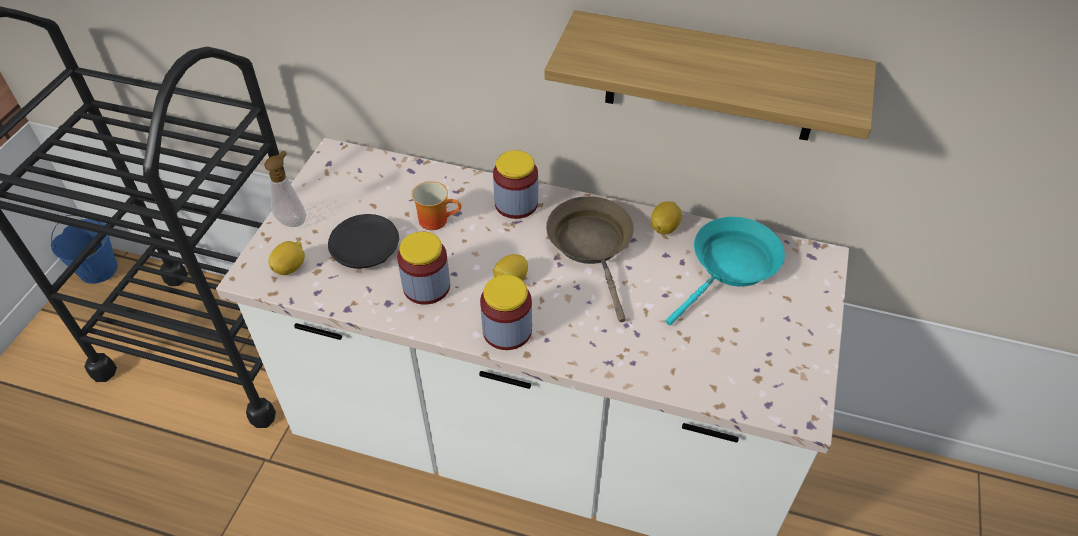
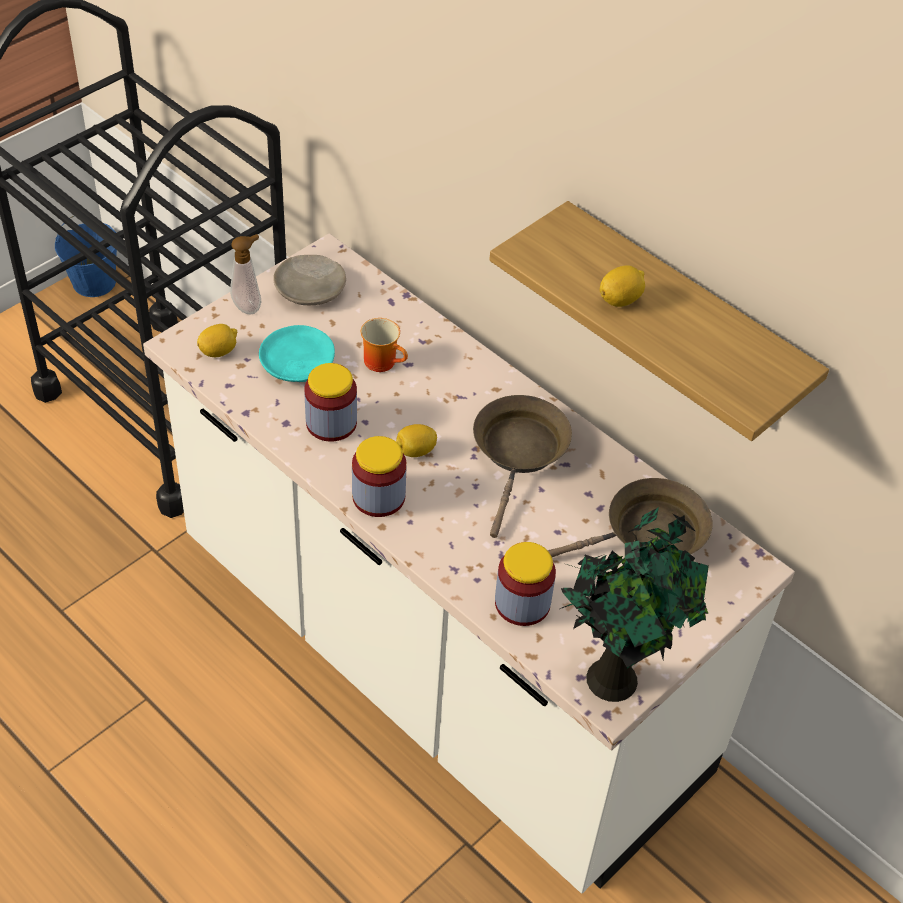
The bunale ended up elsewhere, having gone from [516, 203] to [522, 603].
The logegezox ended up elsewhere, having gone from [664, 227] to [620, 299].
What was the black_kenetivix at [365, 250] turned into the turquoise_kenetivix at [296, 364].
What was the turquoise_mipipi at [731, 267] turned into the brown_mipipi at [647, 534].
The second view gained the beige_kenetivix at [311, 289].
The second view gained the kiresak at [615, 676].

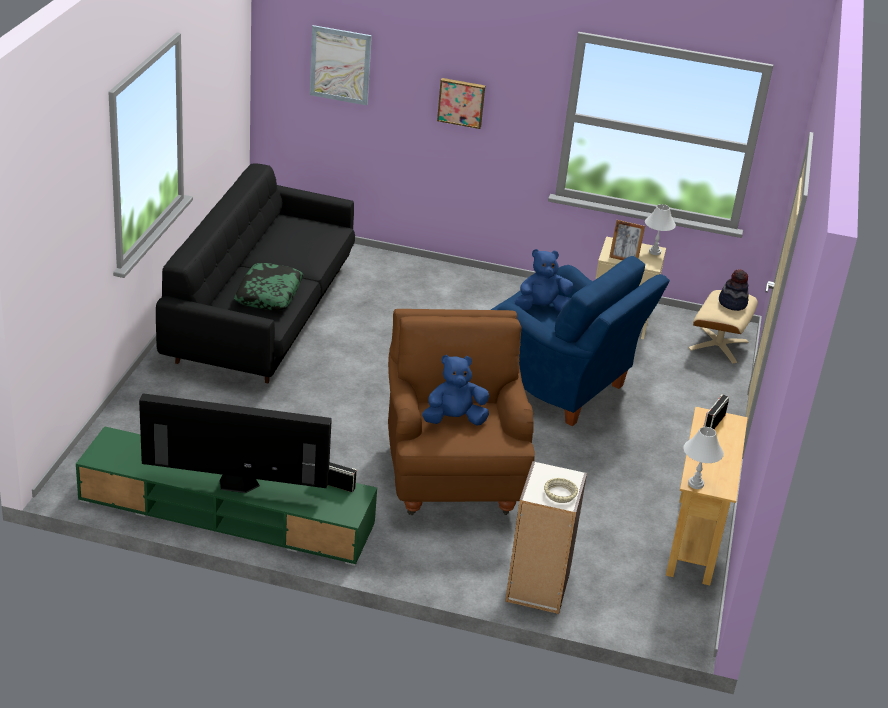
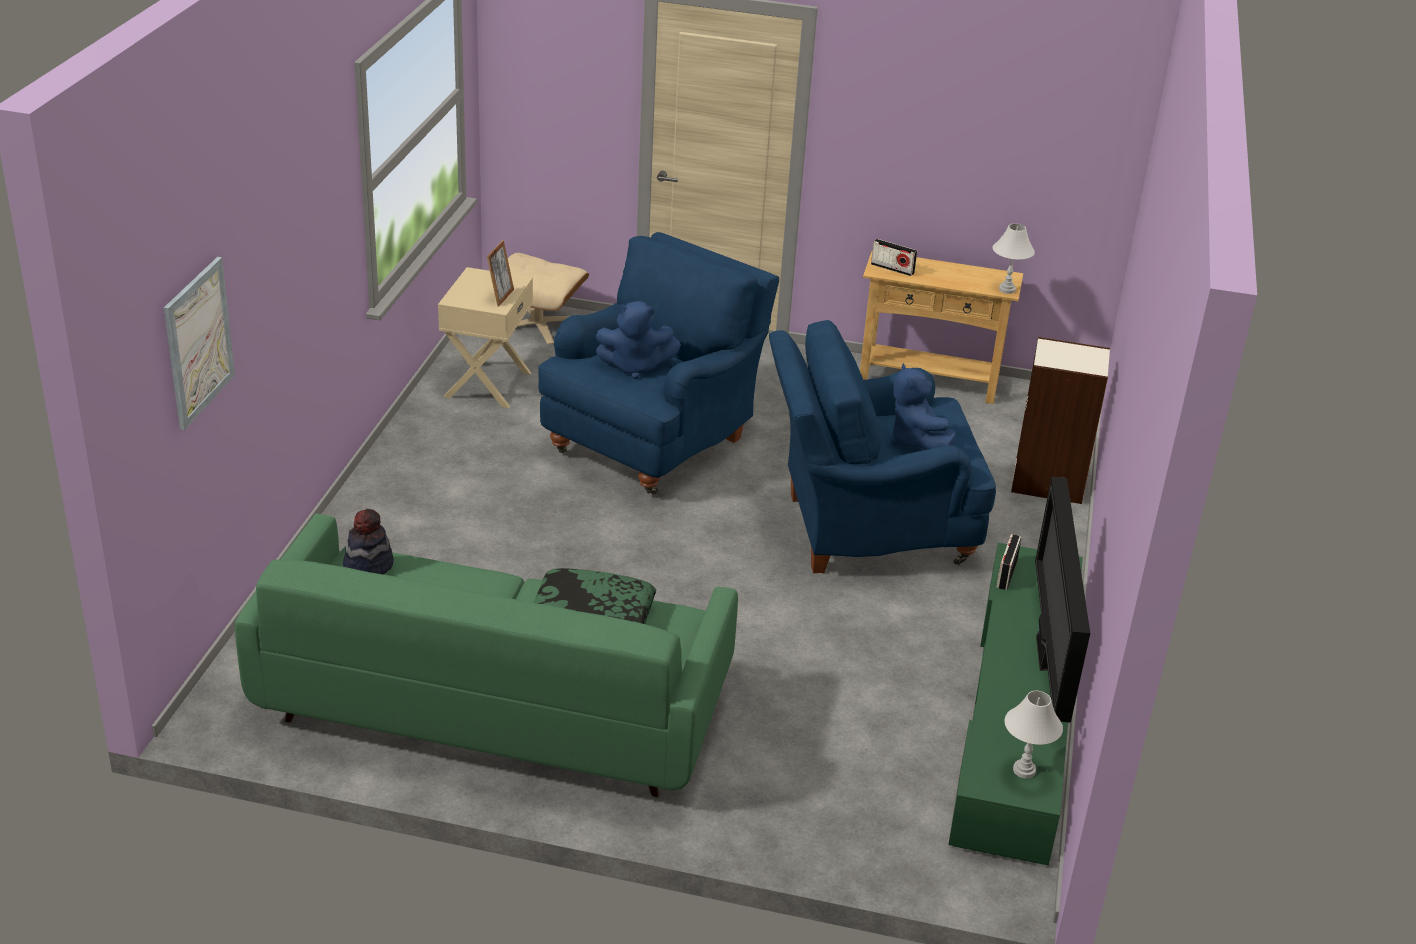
The second view lost the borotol at [461, 102].
What was the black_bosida at [263, 314] turned into the green_bosida at [494, 704].
The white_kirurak ended up elsewhere, having gone from [654, 252] to [1023, 770].
The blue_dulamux at [541, 308] ended up facing another way, 75 degrees counterclockwise from before.
The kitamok ended up elsewhere, having gone from [732, 303] to [368, 565].
What was the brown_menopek at [451, 474] turned into the blue_menopek at [867, 531].
The second view lost the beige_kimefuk at [559, 494].

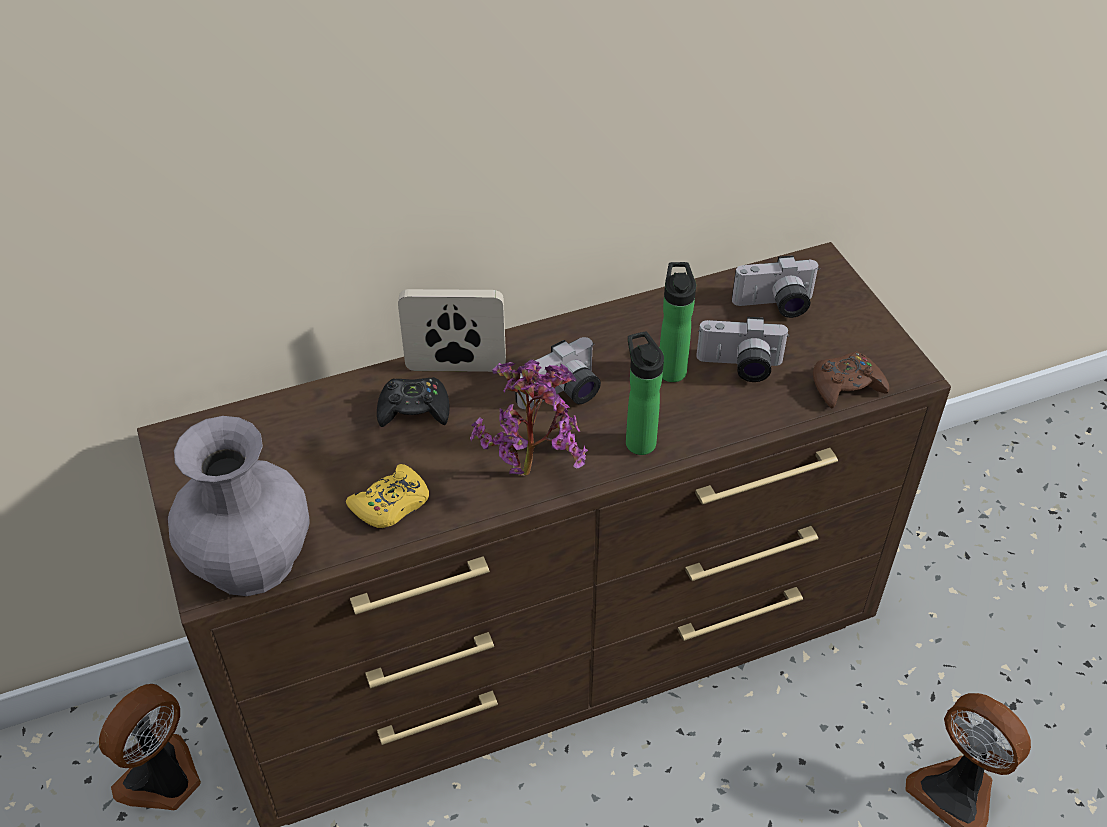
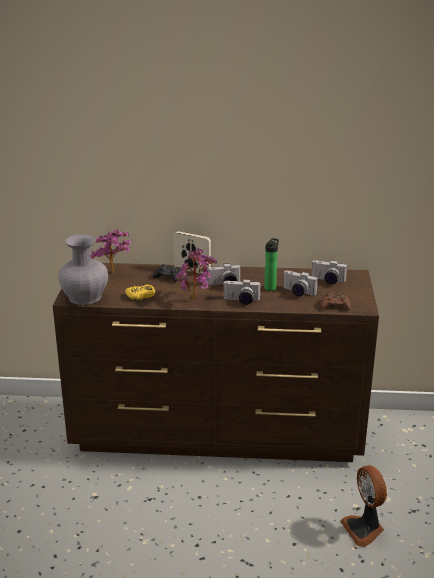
Where the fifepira stood at [638, 440], the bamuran came to stand at [241, 301].
The second view lost the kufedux at [163, 779].
The second view gained the kiresak at [114, 274].

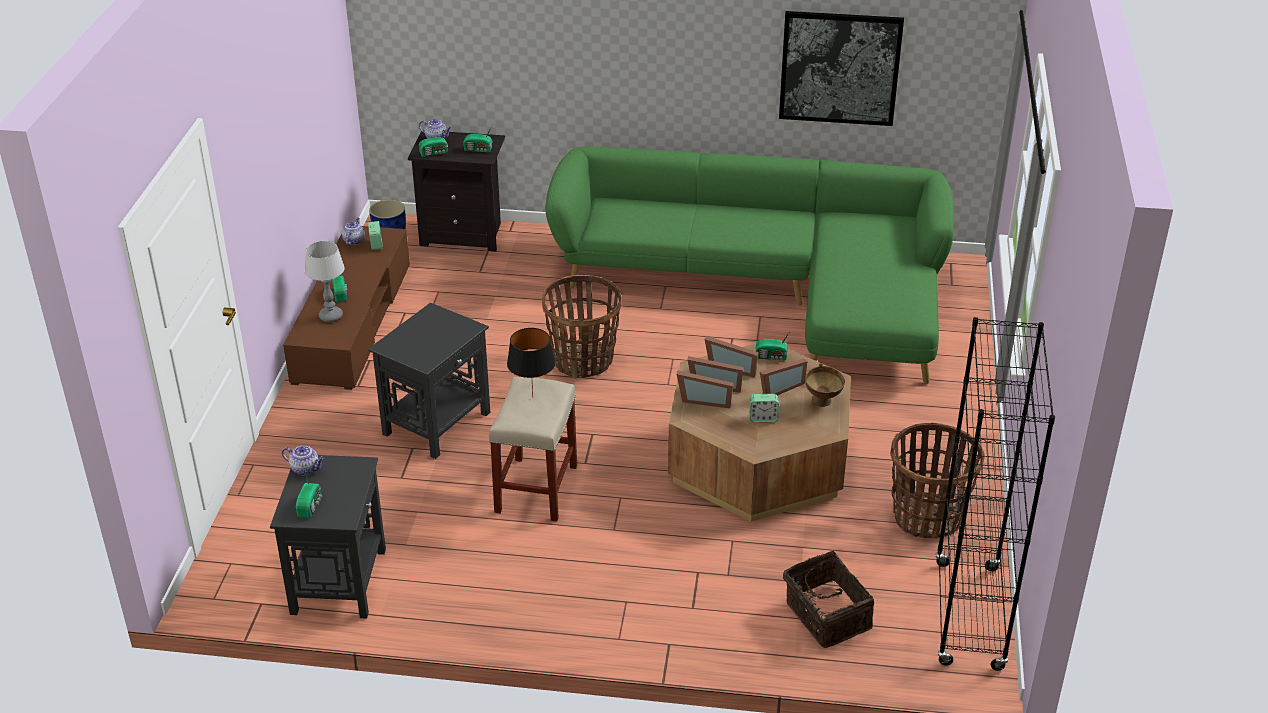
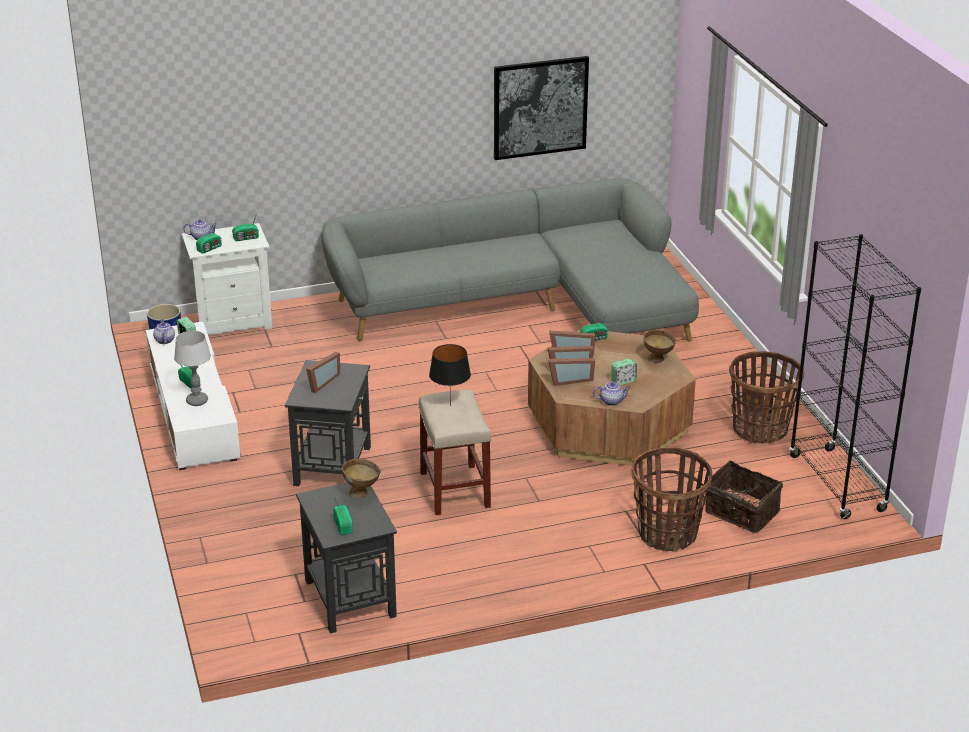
What was the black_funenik at [464, 234] turned into the white_funenik at [233, 321].
What was the green_bosida at [772, 289] turned into the grey_bosida at [523, 304].
What was the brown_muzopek at [352, 323] turned into the white_muzopek at [193, 411].
The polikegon ended up elsewhere, having gone from [583, 361] to [667, 534].
The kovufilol ended up elsewhere, having gone from [778, 388] to [320, 382].
The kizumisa ended up elsewhere, having gone from [306, 469] to [612, 401].
The second view gained the brown_kimefuk at [362, 493].

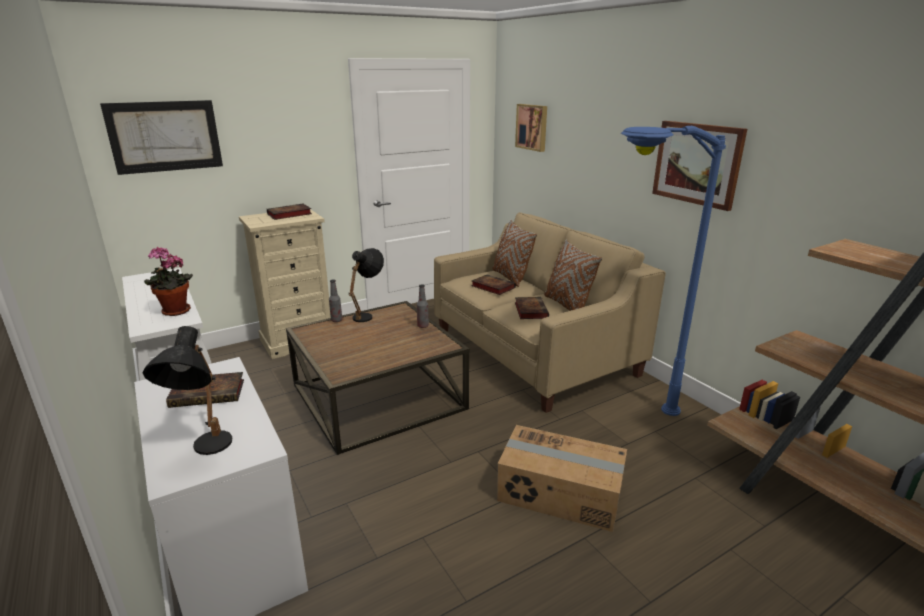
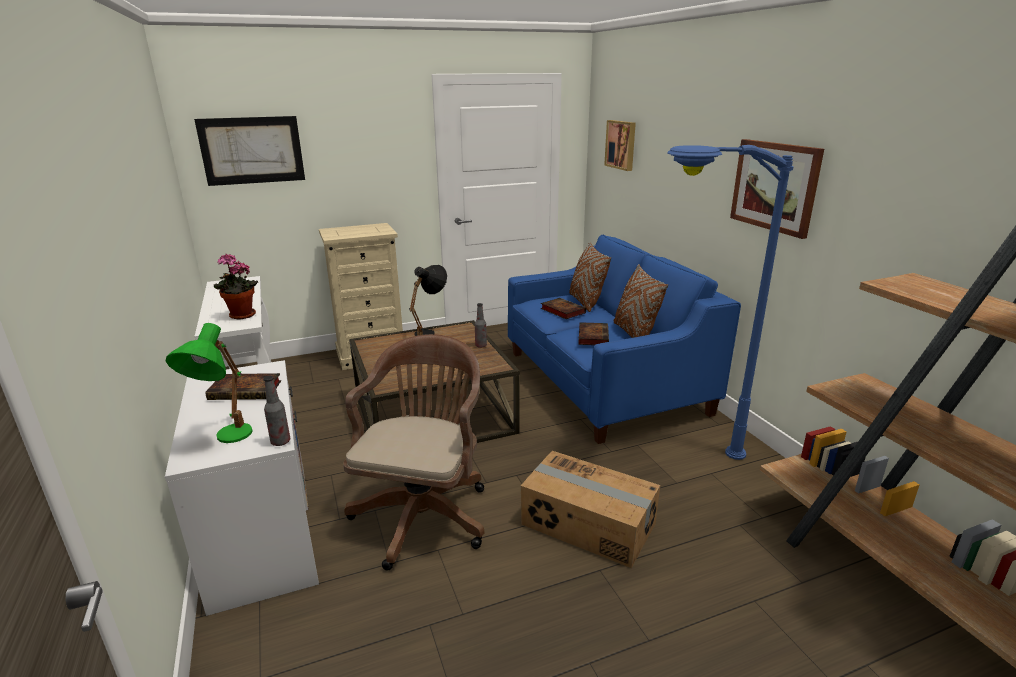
The second view lost the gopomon at [288, 214].
What was the beige_bosida at [533, 352] turned into the blue_bosida at [603, 382].
The fifepira ended up elsewhere, having gone from [336, 320] to [280, 442].
What was the black_kirurak at [206, 452] turned into the green_kirurak at [226, 440].
The second view gained the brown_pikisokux at [424, 512].

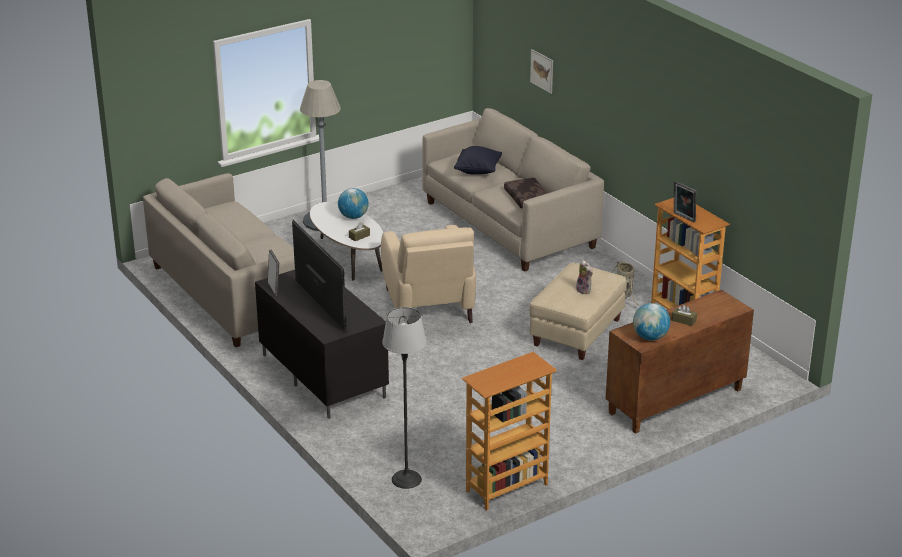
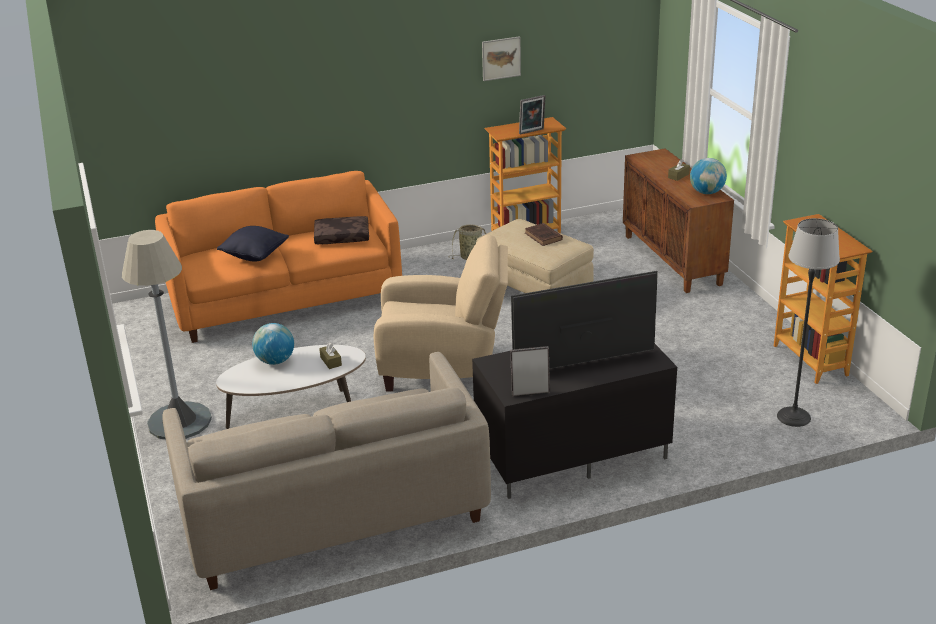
The borotol ended up elsewhere, having gone from [542, 71] to [501, 58].
What was the beige_bosida at [509, 225] turned into the orange_bosida at [285, 298].
Where the dulamux stood at [584, 290], the brown_gopomon came to stand at [544, 237].

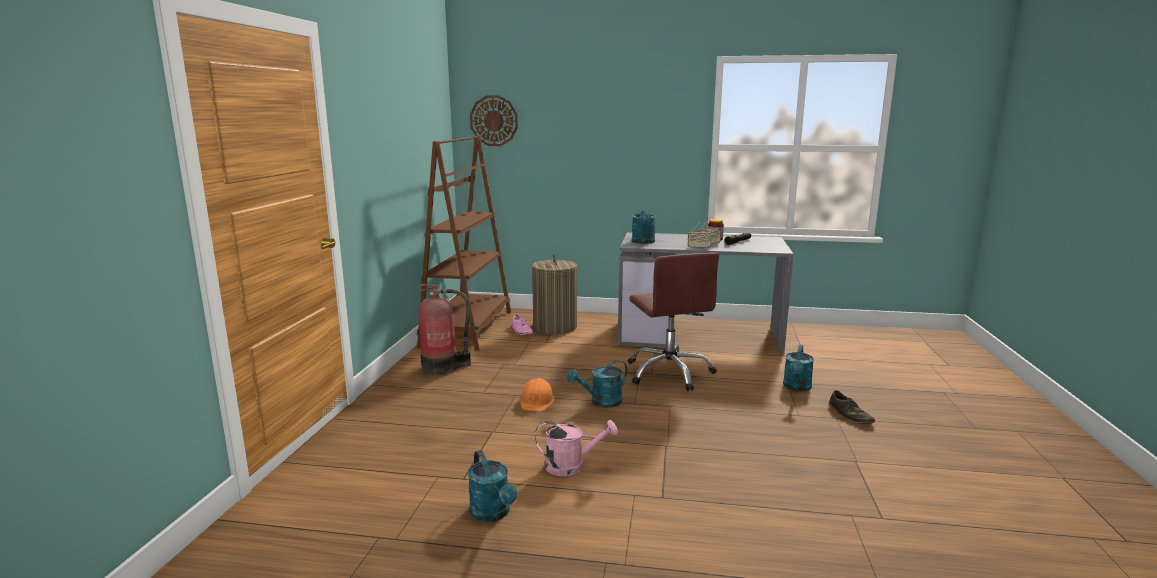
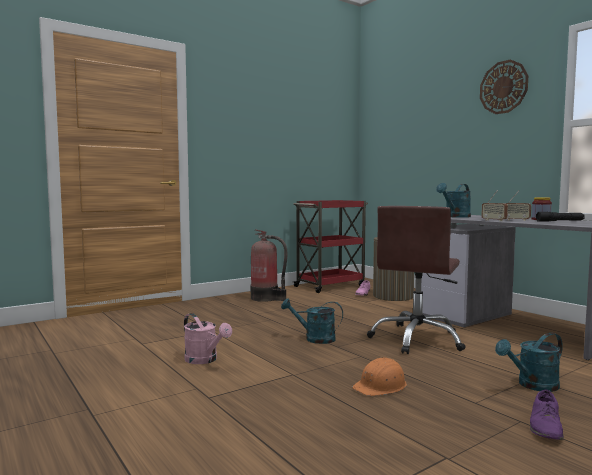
The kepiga ended up elsewhere, having gone from [494, 121] to [503, 87].
Where the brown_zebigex stood at [468, 329], the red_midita came to stand at [330, 286].
The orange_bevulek ended up elsewhere, having gone from [537, 401] to [381, 386].
What was the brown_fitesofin at [850, 415] turned into the purple_fitesofin at [546, 426].
The second view lost the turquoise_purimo at [493, 514].

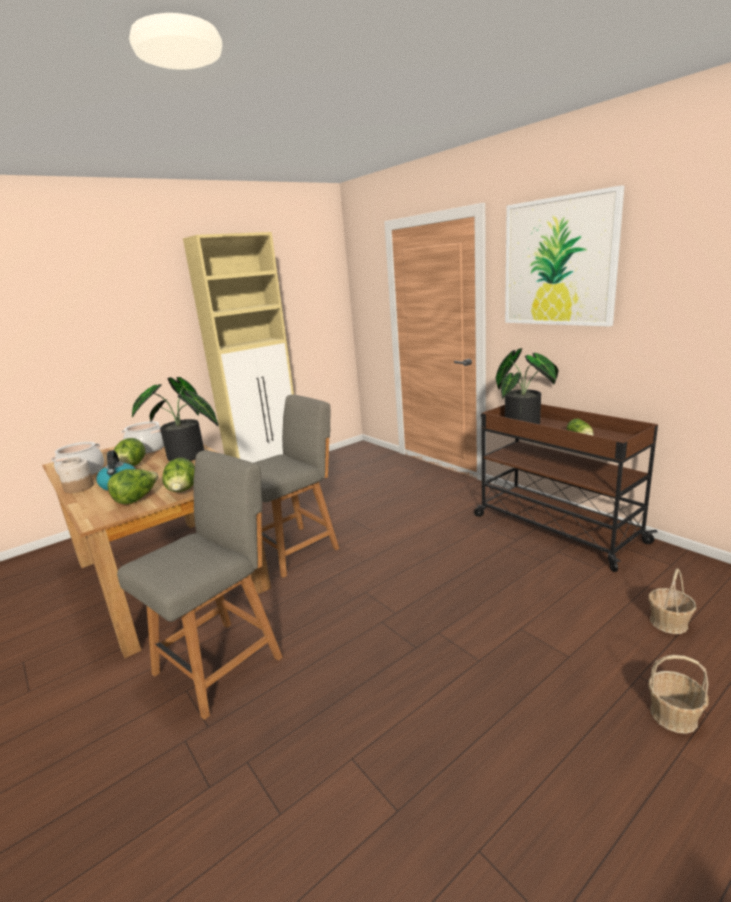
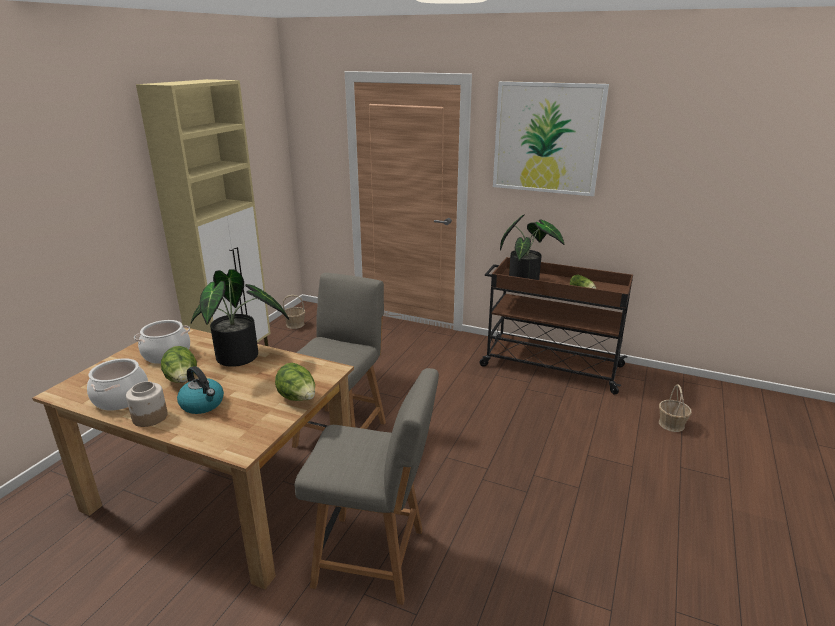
The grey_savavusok at [222, 662] ended up facing another way, 90 degrees clockwise from before.
The second view lost the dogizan at [137, 499].
The polikegon ended up elsewhere, having gone from [674, 716] to [295, 324].

